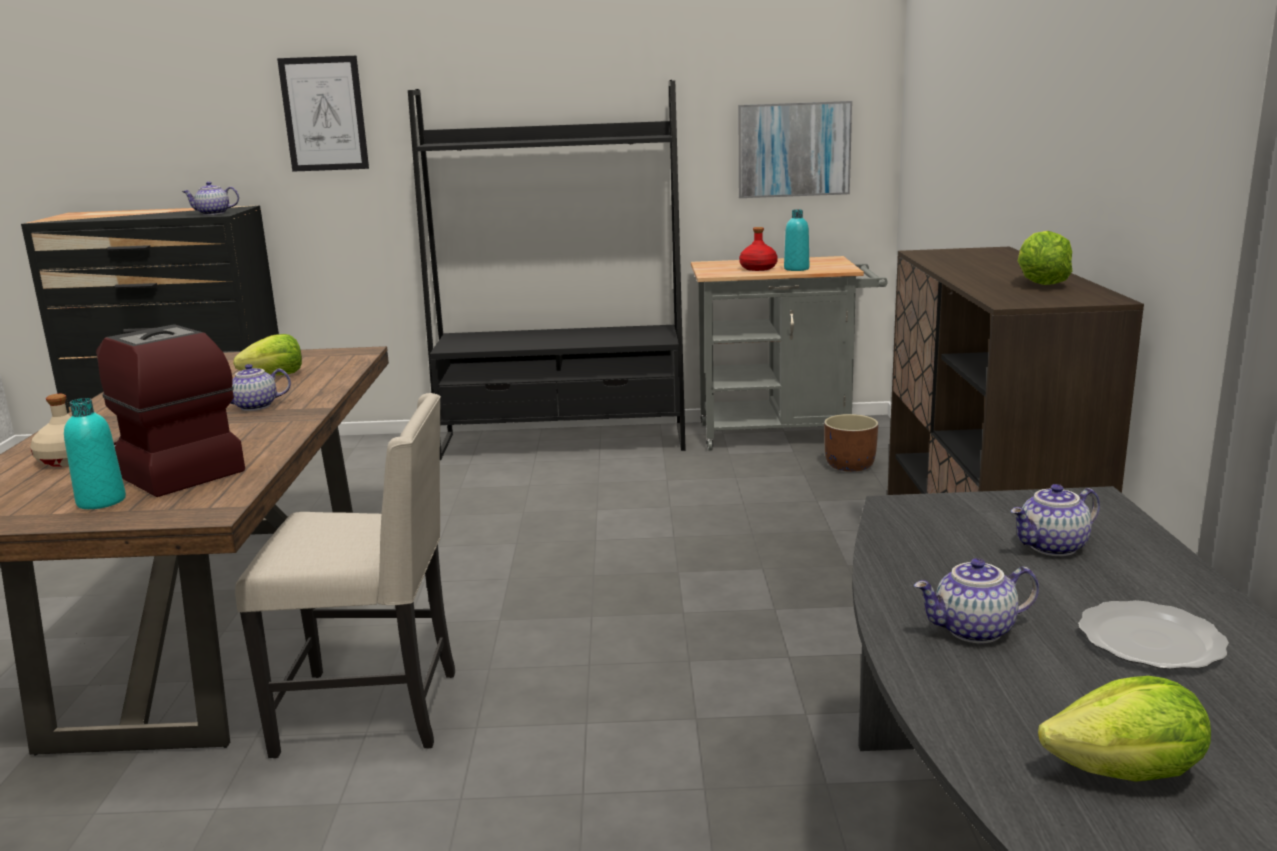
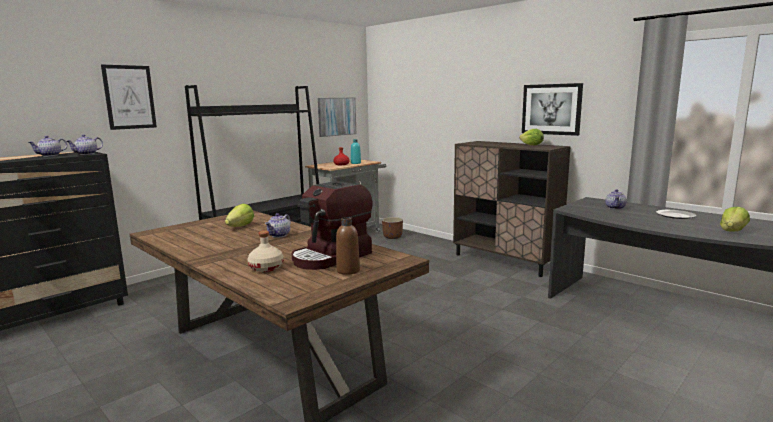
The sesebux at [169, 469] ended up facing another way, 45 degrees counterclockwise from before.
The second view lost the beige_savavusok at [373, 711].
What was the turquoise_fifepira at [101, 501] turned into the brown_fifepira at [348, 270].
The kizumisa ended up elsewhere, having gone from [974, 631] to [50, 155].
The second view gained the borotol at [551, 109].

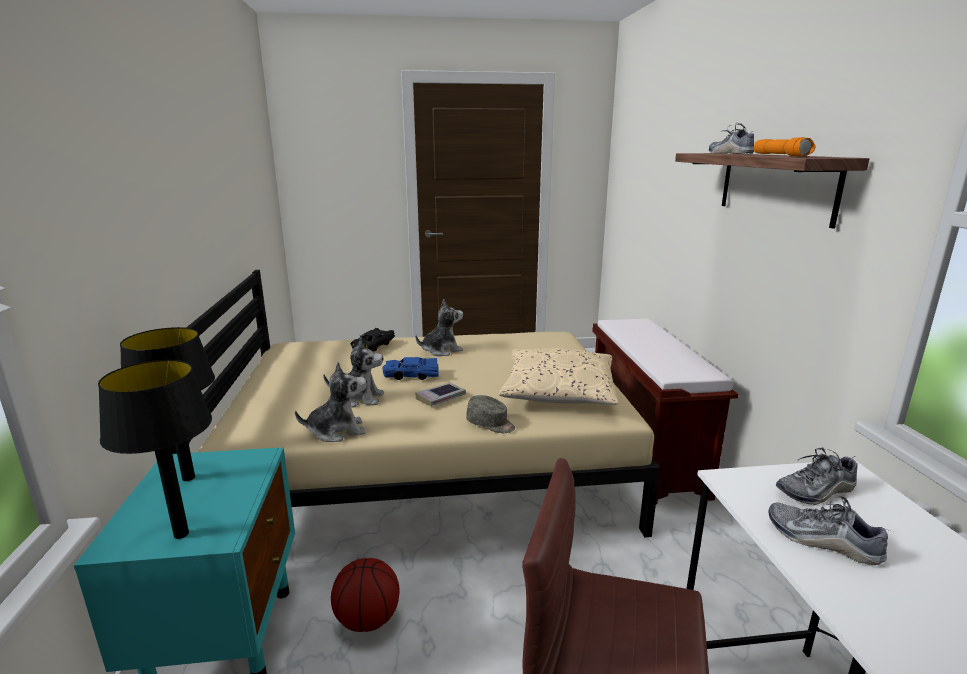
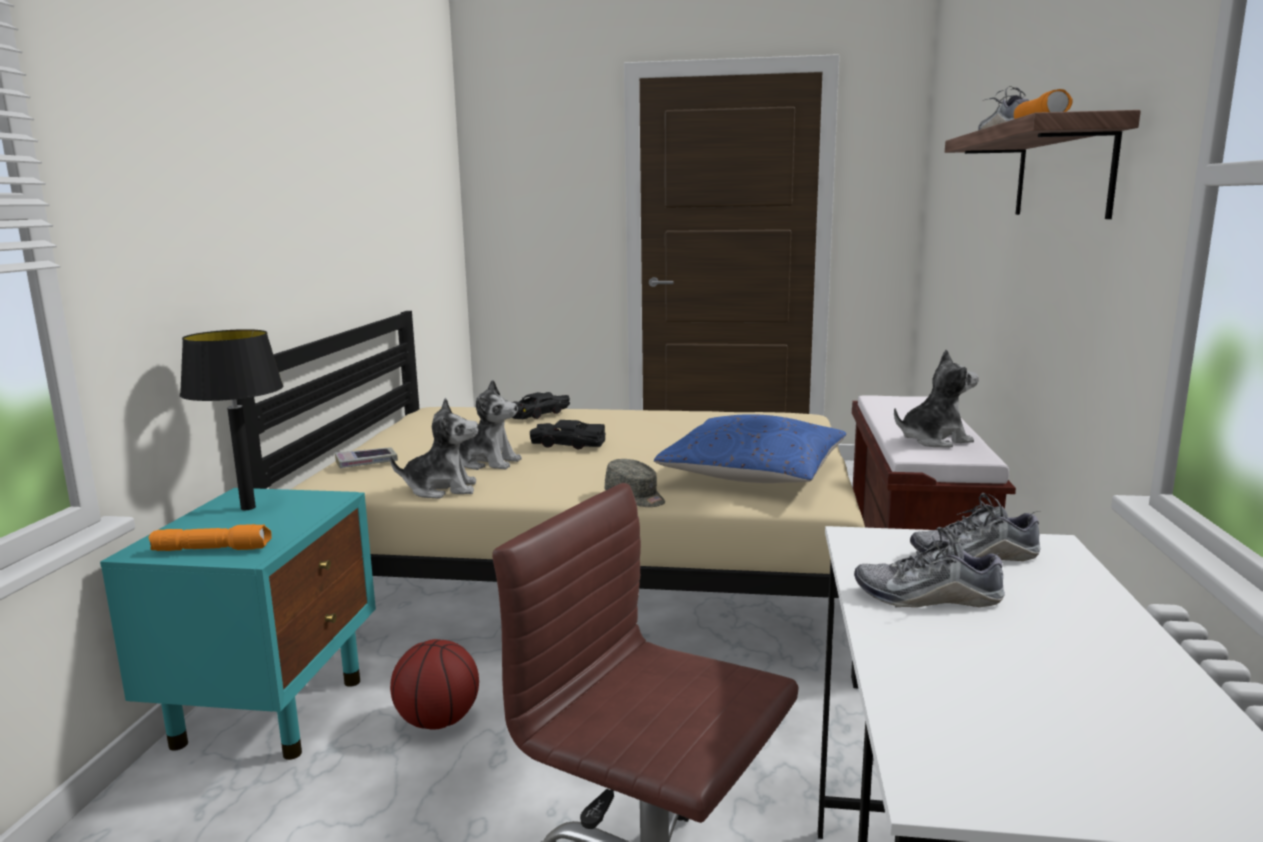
The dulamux ended up elsewhere, having gone from [441, 350] to [933, 440].
What was the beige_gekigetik at [559, 393] turned into the blue_gekigetik at [753, 474].
What was the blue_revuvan at [411, 375] turned into the black_revuvan at [567, 444].
Where the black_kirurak stood at [181, 533], the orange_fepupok came to stand at [213, 549].
The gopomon ended up elsewhere, having gone from [440, 398] to [366, 463].
The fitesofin at [822, 541] ended up facing another way, 45 degrees counterclockwise from before.

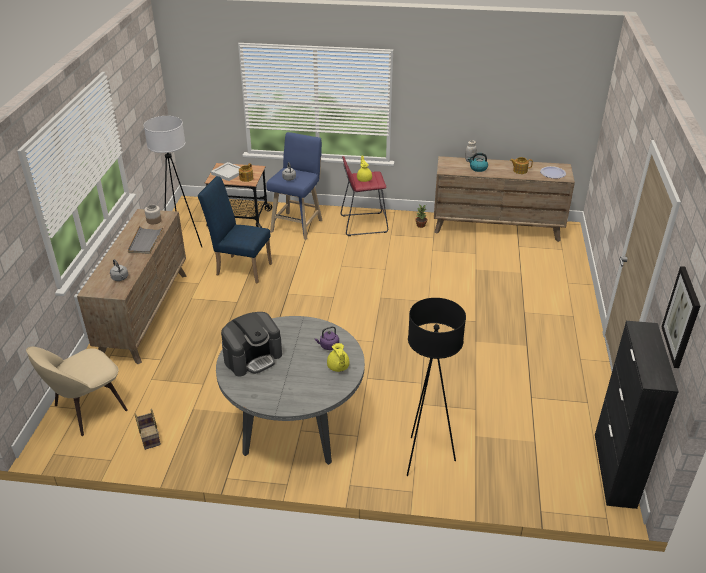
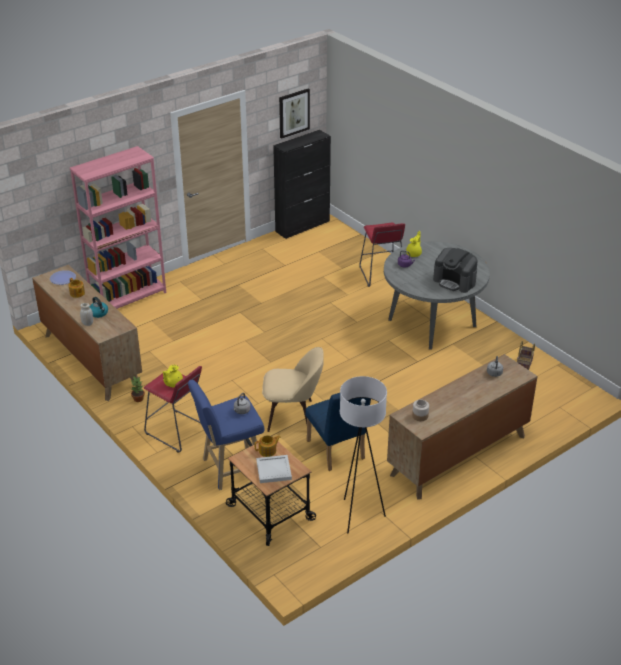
The second view lost the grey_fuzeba at [145, 241].
Where the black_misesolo stood at [425, 458], the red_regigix came to stand at [381, 274].
The sesebux at [253, 357] ended up facing another way, 150 degrees counterclockwise from before.
The beige_savavusok ended up elsewhere, having gone from [87, 409] to [292, 415].
The second view gained the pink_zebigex at [128, 298].

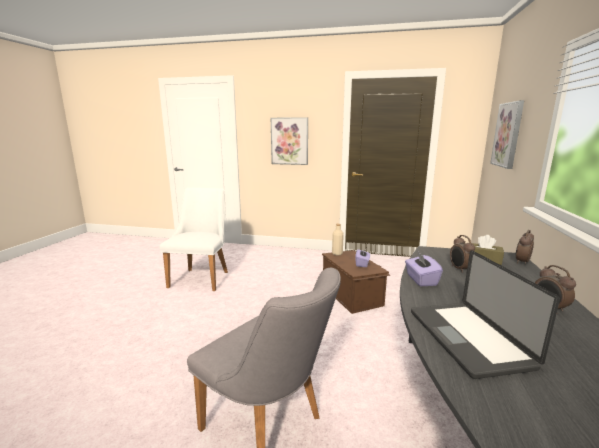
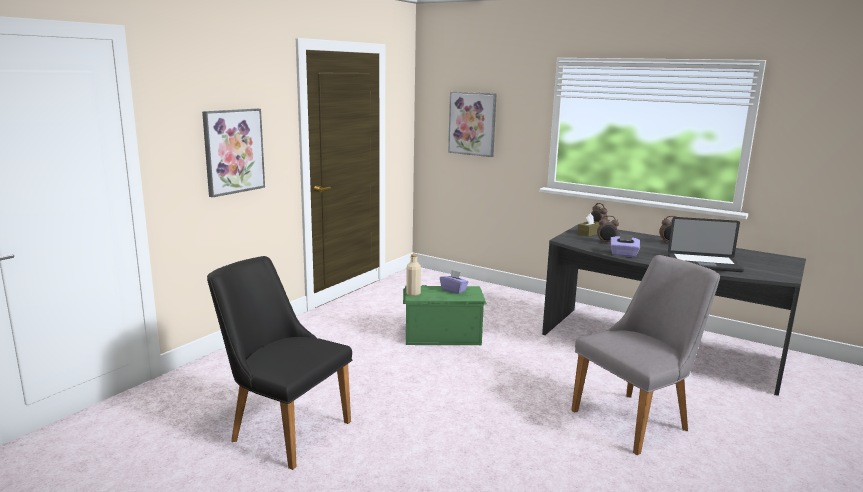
What was the white_savavusok at [202, 277] turned into the black_savavusok at [282, 429].
What was the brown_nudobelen at [352, 295] turned into the green_nudobelen at [441, 335].

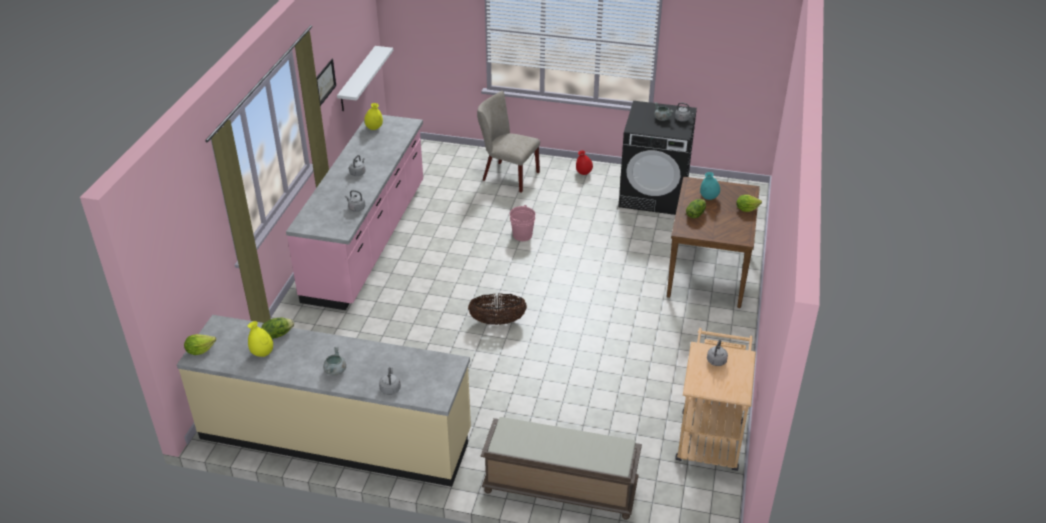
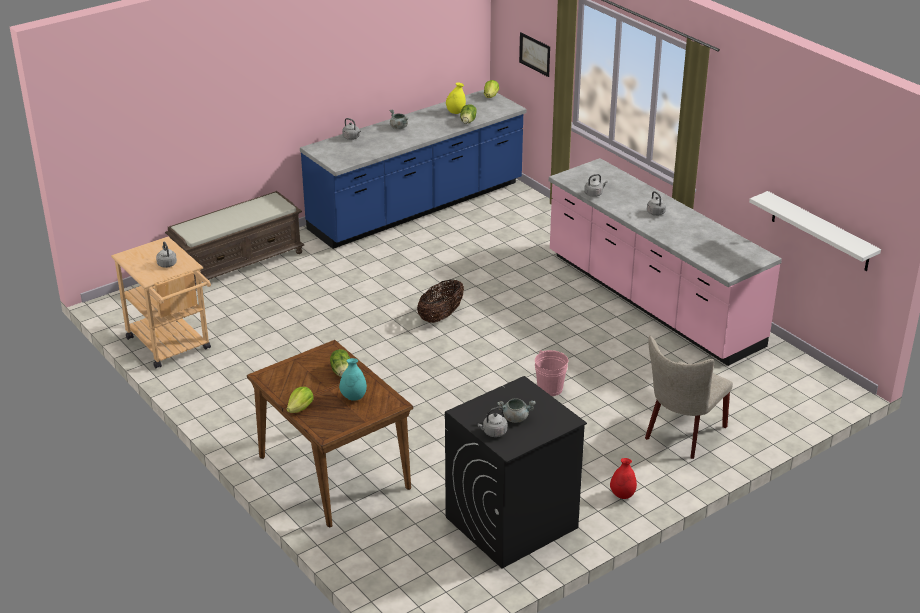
The borotol ended up elsewhere, having gone from [325, 82] to [535, 54].
The beige_savavusok at [507, 175] ended up facing another way, 150 degrees clockwise from before.
The second view lost the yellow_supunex at [374, 128].
What was the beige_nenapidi at [336, 435] turned into the blue_nenapidi at [417, 207].

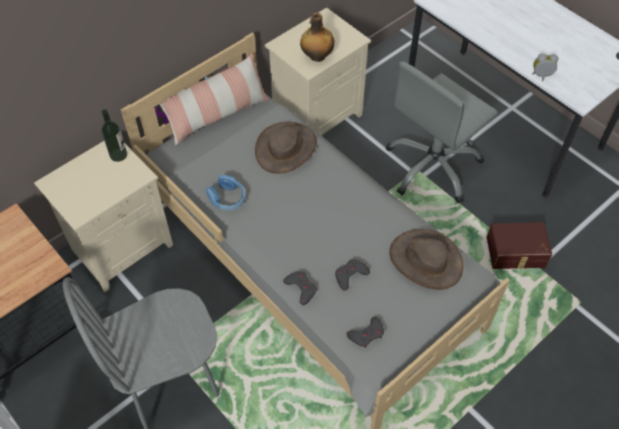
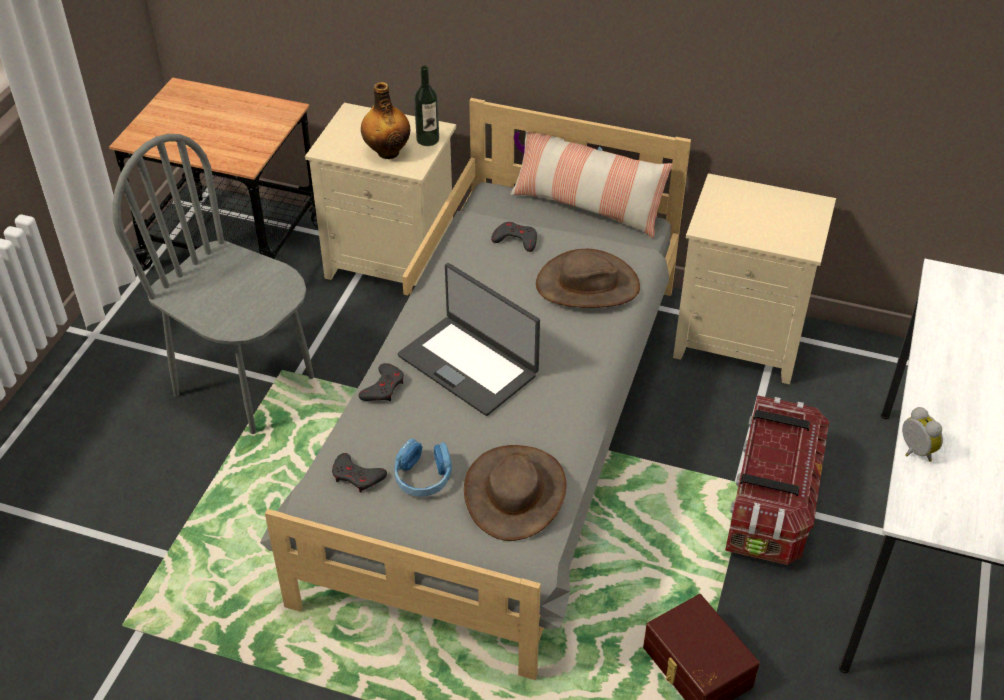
The fifepira ended up elsewhere, having gone from [317, 56] to [387, 152].
Where the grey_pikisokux stood at [433, 166], the nudobelen came to stand at [770, 502].
The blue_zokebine ended up elsewhere, having gone from [227, 198] to [423, 477].
The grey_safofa ended up elsewhere, having gone from [350, 275] to [516, 240].
The second view gained the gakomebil at [469, 364].

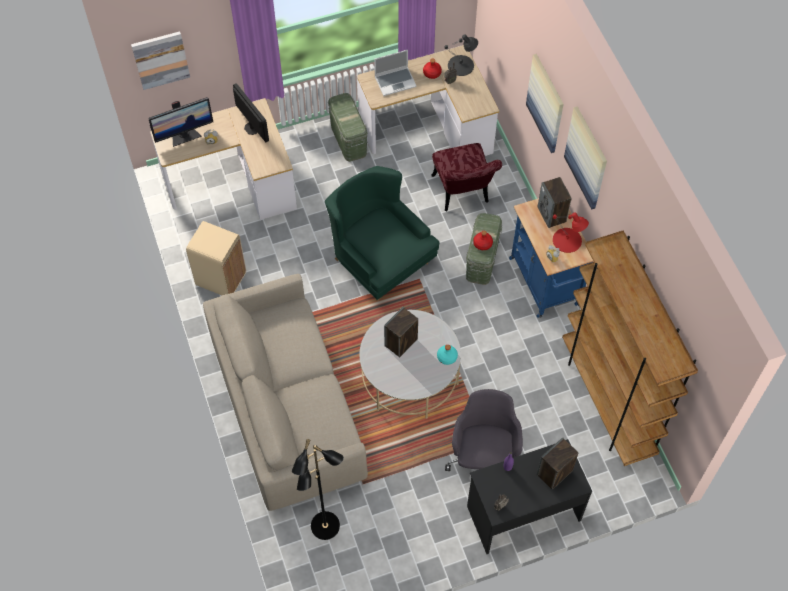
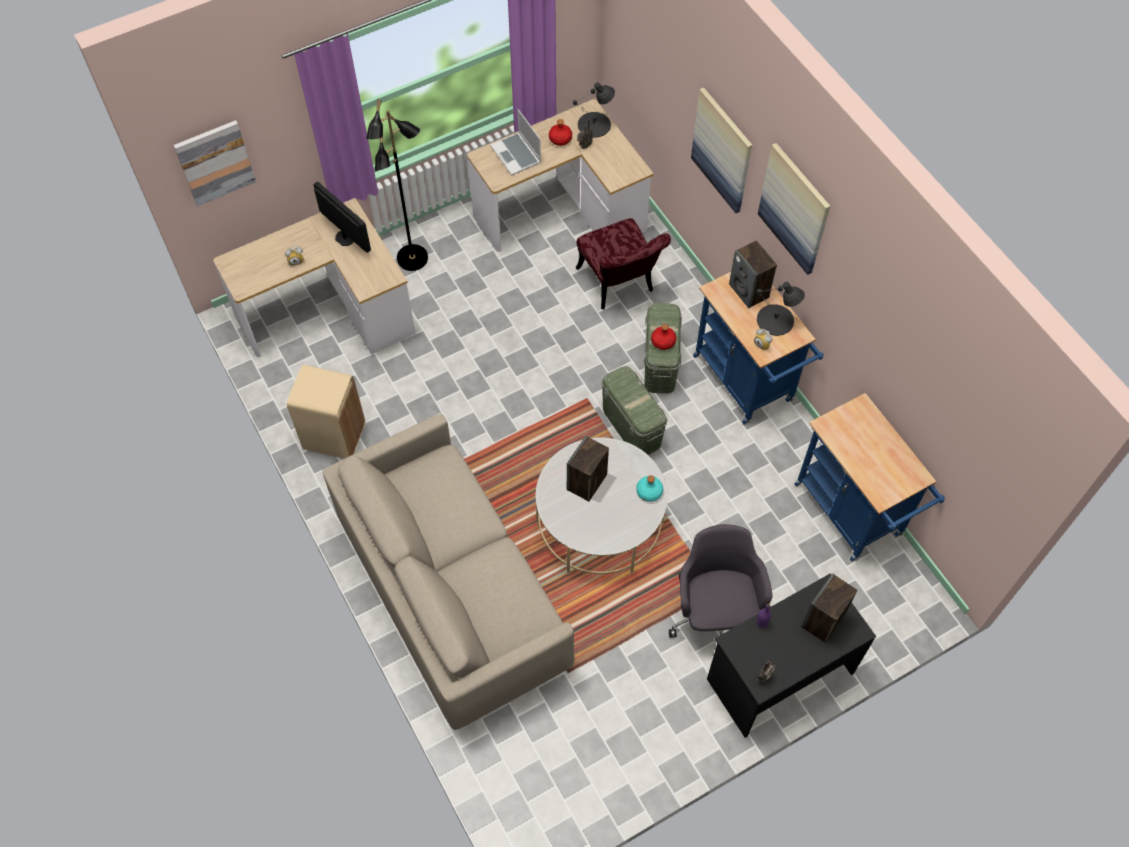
The gakomebil at [395, 81] ended up facing another way, 90 degrees clockwise from before.
The green_nudobelen ended up elsewhere, having gone from [348, 140] to [632, 427].
The second view lost the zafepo at [184, 135].
The second view lost the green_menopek at [380, 258].
What was the red_kirurak at [567, 240] turned into the black_kirurak at [775, 320].
Where the brown_zebigex stood at [607, 401], the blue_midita came to stand at [852, 514].
The black_misesolo ended up elsewhere, having gone from [325, 527] to [413, 259].

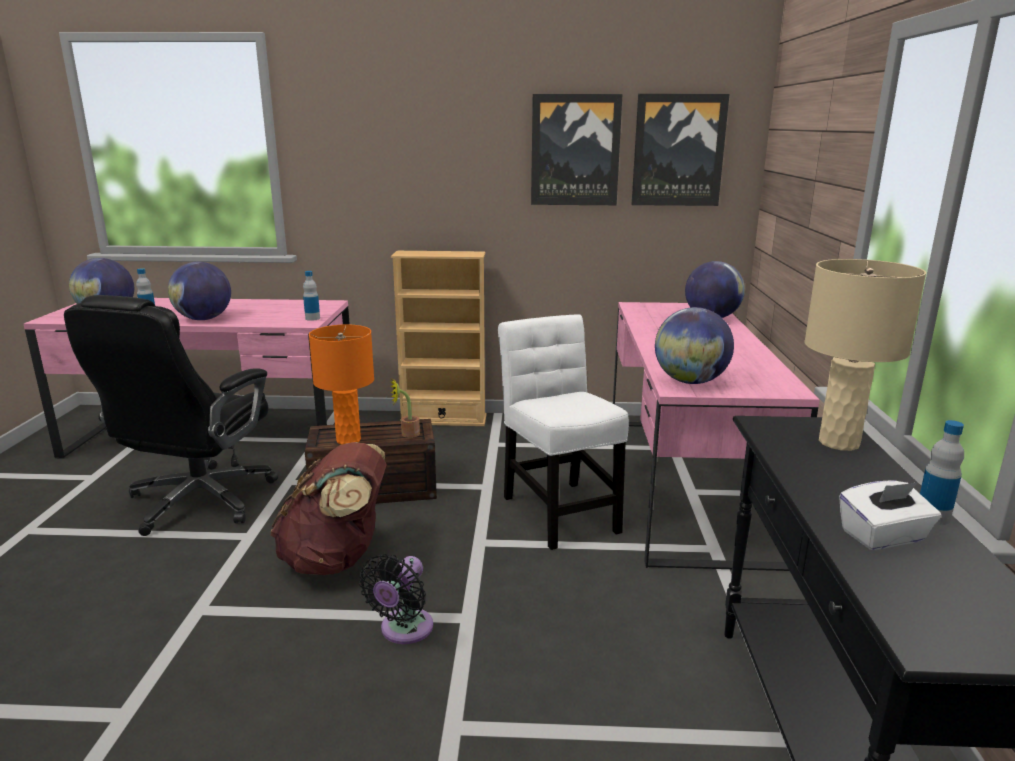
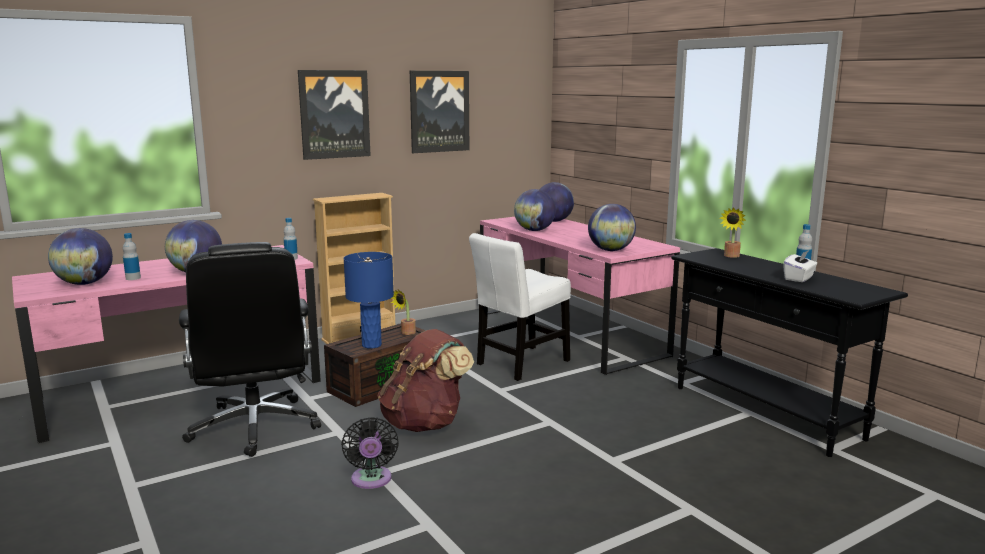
The borotol ended up elsewhere, having gone from [678, 150] to [334, 114].
Where the beige_kirurak stood at [839, 443], the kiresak came to stand at [731, 256].
The white_savavusok at [558, 510] ended up facing another way, 75 degrees counterclockwise from before.
What was the orange_kirurak at [348, 440] turned into the blue_kirurak at [371, 345].
The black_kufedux ended up elsewhere, having gone from [403, 630] to [371, 480].
The second view gained the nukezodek at [534, 230].

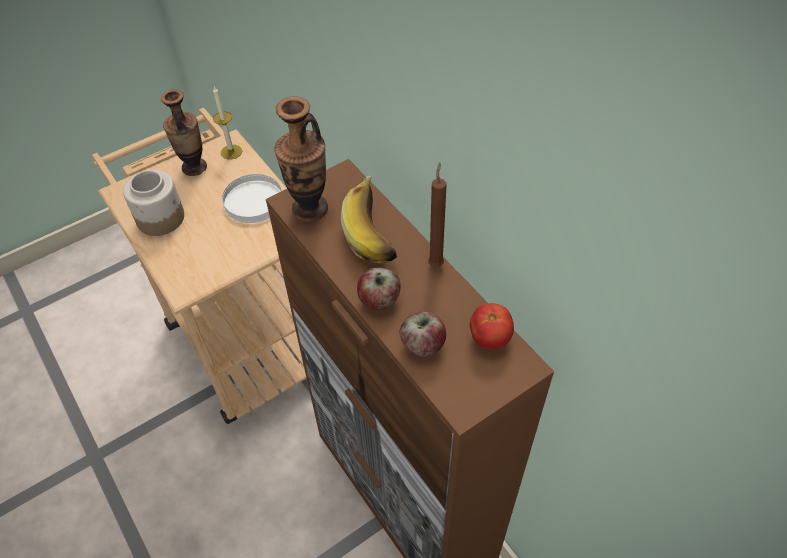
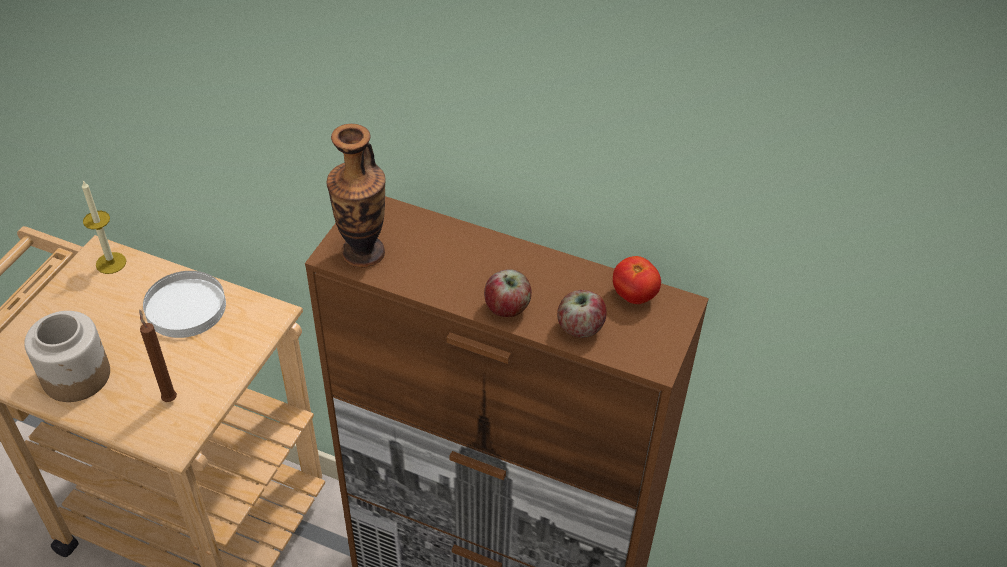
The second view lost the supunex at [194, 167].
The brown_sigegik ended up elsewhere, having gone from [436, 263] to [169, 398].
The second view lost the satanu at [377, 231].

